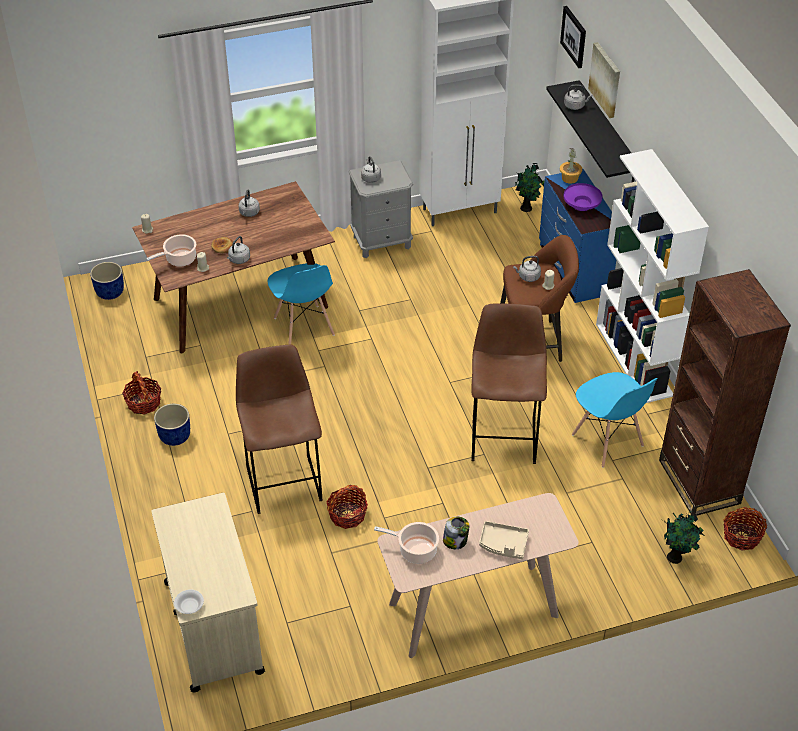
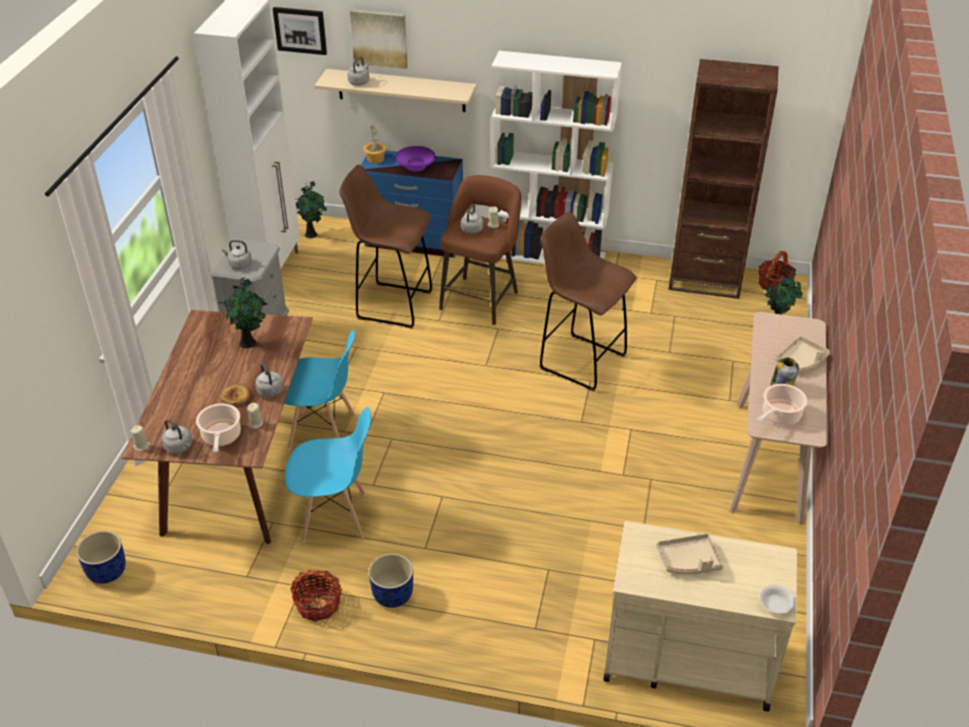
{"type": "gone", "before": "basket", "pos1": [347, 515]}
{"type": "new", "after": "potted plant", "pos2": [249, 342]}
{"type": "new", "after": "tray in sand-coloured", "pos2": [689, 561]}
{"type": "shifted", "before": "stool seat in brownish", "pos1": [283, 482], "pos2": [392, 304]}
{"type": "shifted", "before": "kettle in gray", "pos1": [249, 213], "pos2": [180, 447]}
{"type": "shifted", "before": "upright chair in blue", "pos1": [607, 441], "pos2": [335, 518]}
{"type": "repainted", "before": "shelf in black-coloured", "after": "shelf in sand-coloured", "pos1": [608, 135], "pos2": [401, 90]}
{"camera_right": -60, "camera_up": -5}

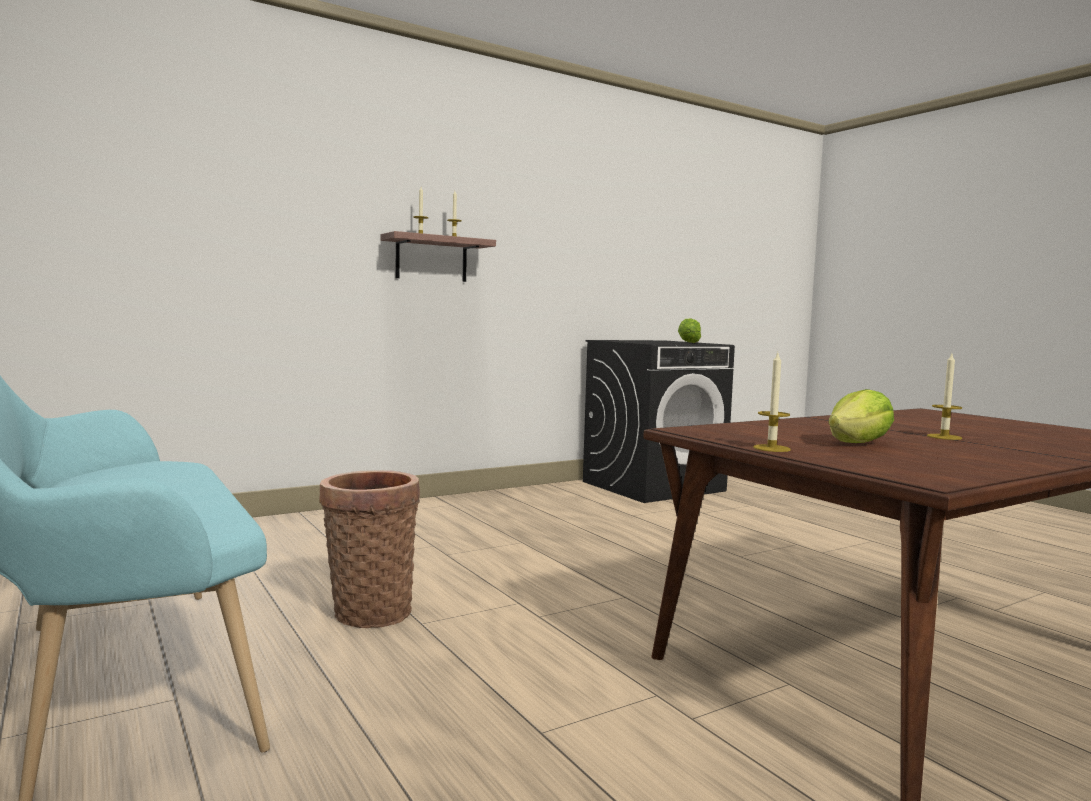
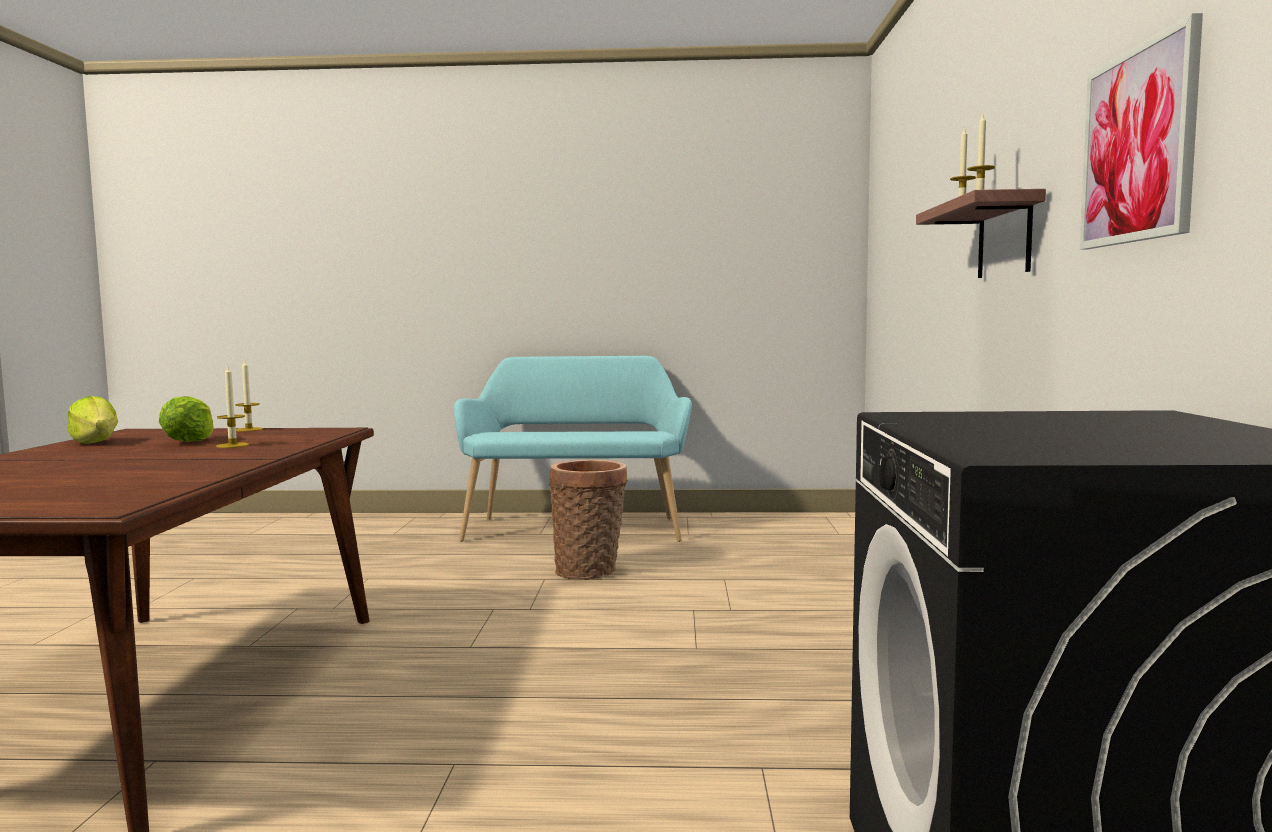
{"type": "new", "after": "picture", "pos2": [1138, 145]}
{"type": "shifted", "before": "lettuce", "pos1": [689, 342], "pos2": [96, 442]}
{"type": "shifted", "before": "candle", "pos1": [944, 437], "pos2": [232, 445]}
{"camera_right": 125, "camera_up": 0}

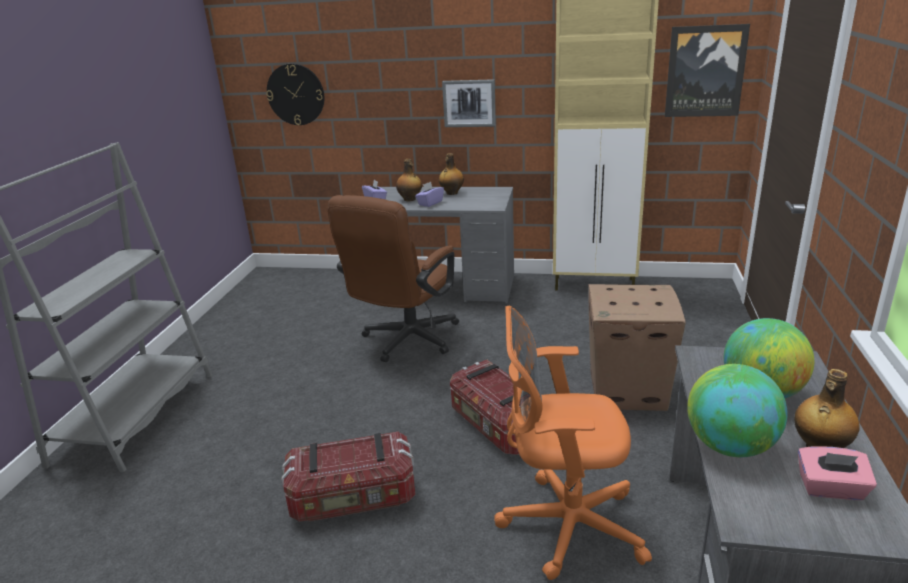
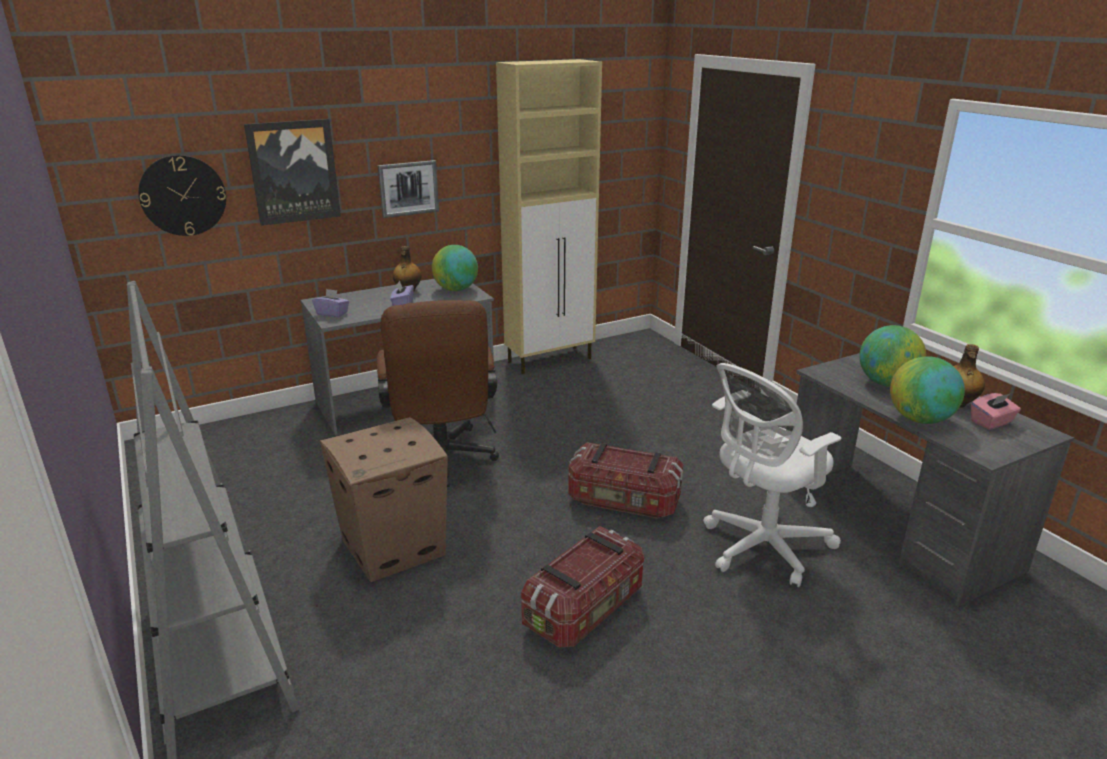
{"type": "gone", "before": "drink bottle", "pos1": [410, 199]}
{"type": "new", "after": "desk globe", "pos2": [456, 290]}
{"type": "shifted", "before": "cardboard box", "pos1": [628, 390], "pos2": [395, 547]}
{"type": "shifted", "before": "picture", "pos1": [705, 71], "pos2": [294, 171]}
{"type": "repainted", "before": "computer chair in orange", "after": "computer chair in white", "pos1": [564, 525], "pos2": [761, 548]}
{"camera_right": -40, "camera_up": 0}

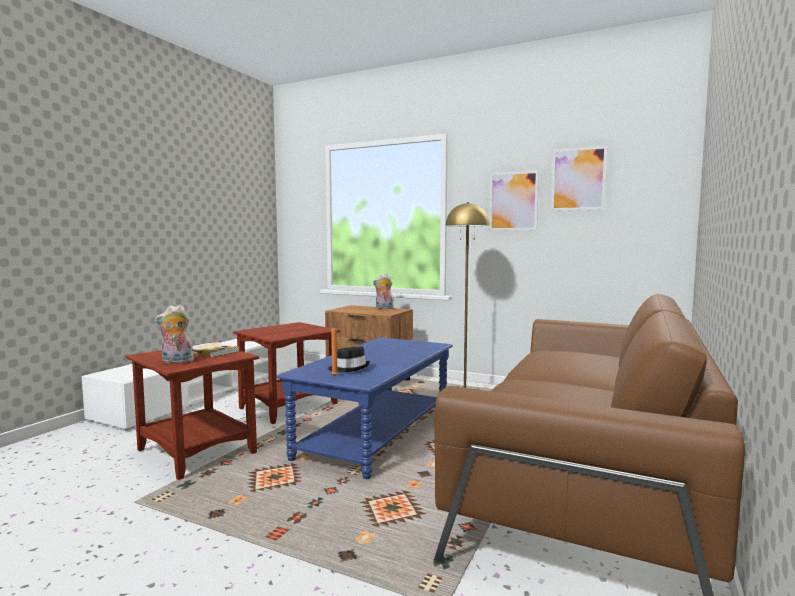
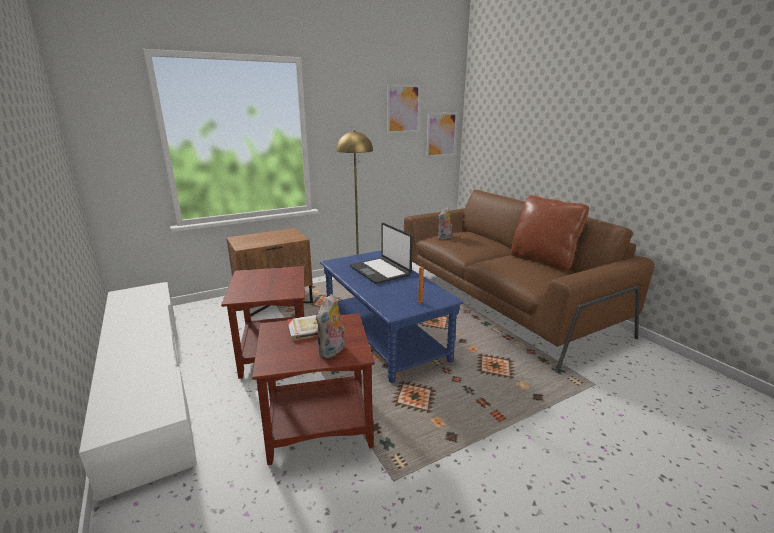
{"type": "gone", "before": "clothing hat in black-coloured", "pos1": [349, 368]}
{"type": "new", "after": "laptop", "pos2": [380, 271]}
{"type": "new", "after": "cushion in brownish", "pos2": [542, 260]}
{"type": "shifted", "before": "soft toy", "pos1": [383, 308], "pos2": [444, 238]}
{"type": "shifted", "before": "picture", "pos1": [513, 201], "pos2": [441, 134]}
{"camera_right": -55, "camera_up": 15}

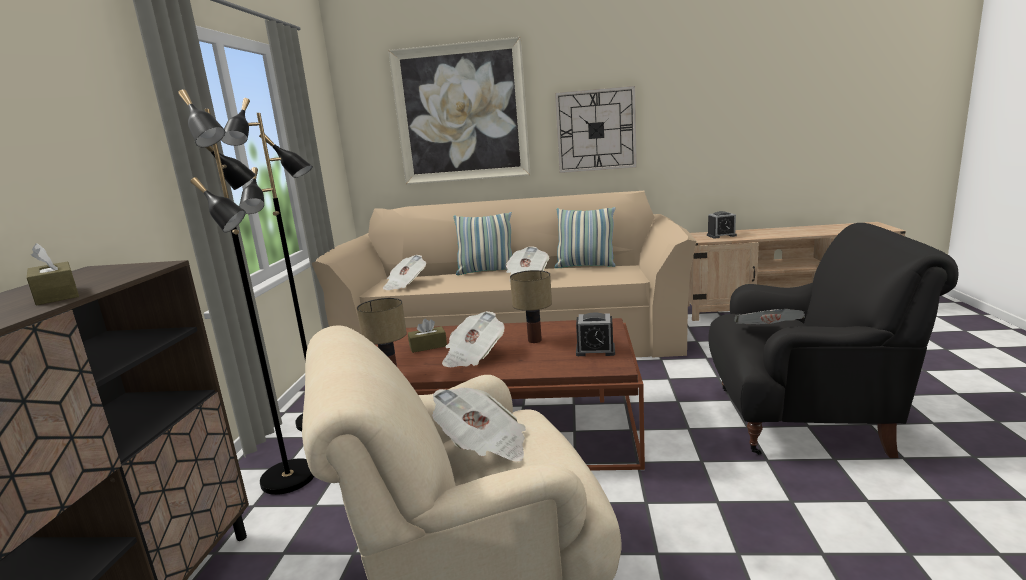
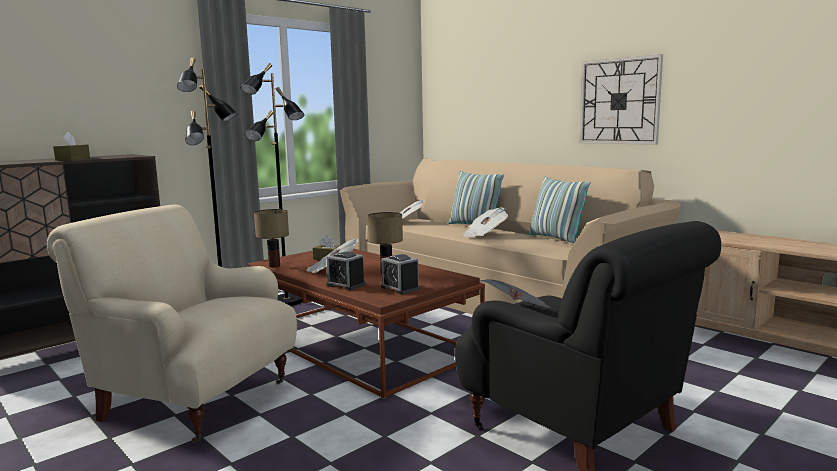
{"type": "gone", "before": "picture", "pos1": [461, 113]}
{"type": "gone", "before": "daily paper", "pos1": [484, 446]}
{"type": "shifted", "before": "table clock", "pos1": [721, 235], "pos2": [346, 285]}
{"camera_right": 40, "camera_up": -5}

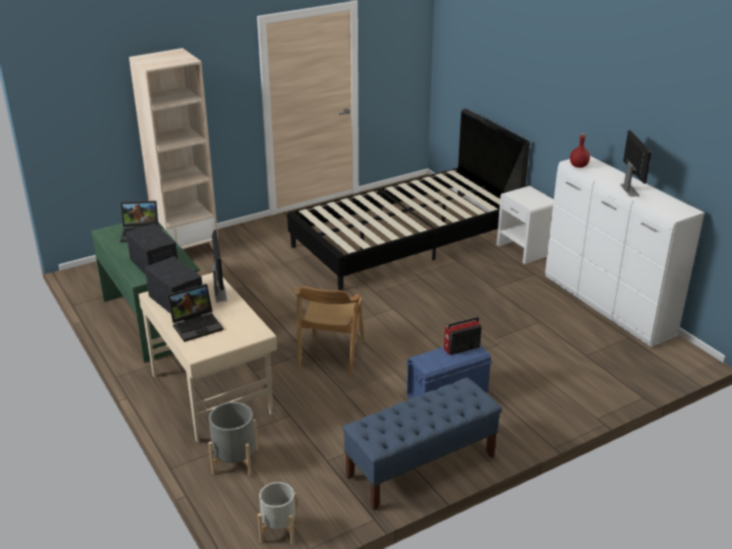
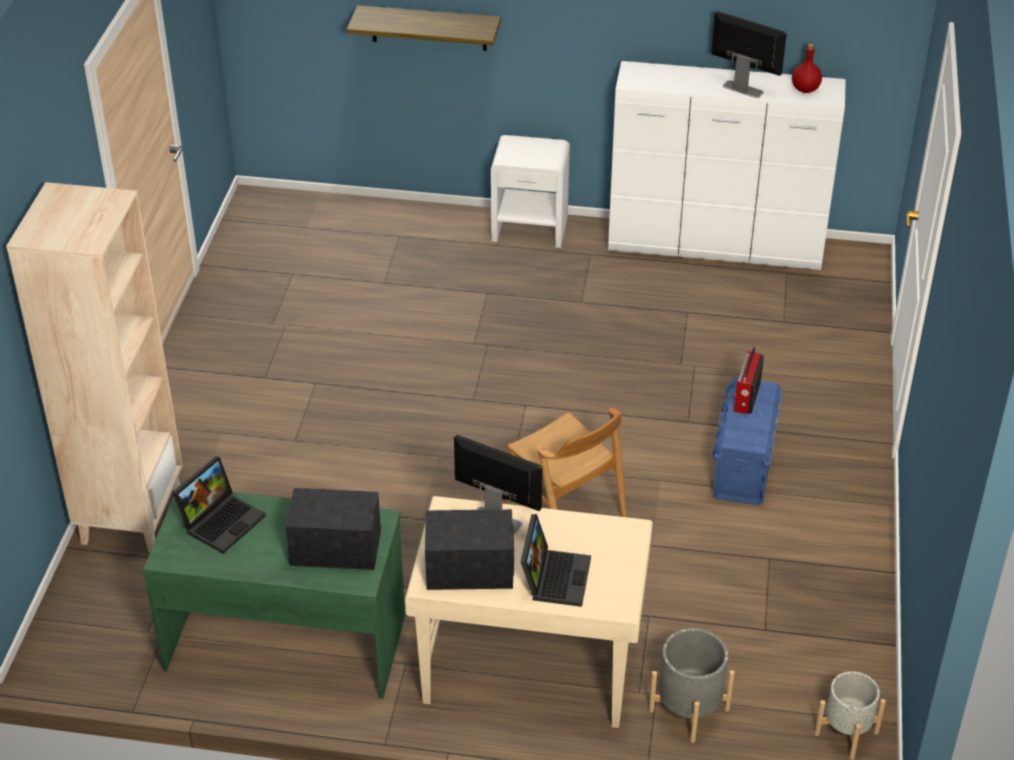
{"type": "gone", "before": "bedroom bed in black-coloured", "pos1": [406, 240]}
{"type": "gone", "before": "long seat in blue", "pos1": [420, 466]}
{"type": "new", "after": "shelf", "pos2": [429, 28]}
{"type": "shifted", "before": "drink bottle in red-coloured", "pos1": [578, 166], "pos2": [804, 89]}
{"camera_right": -50, "camera_up": 10}

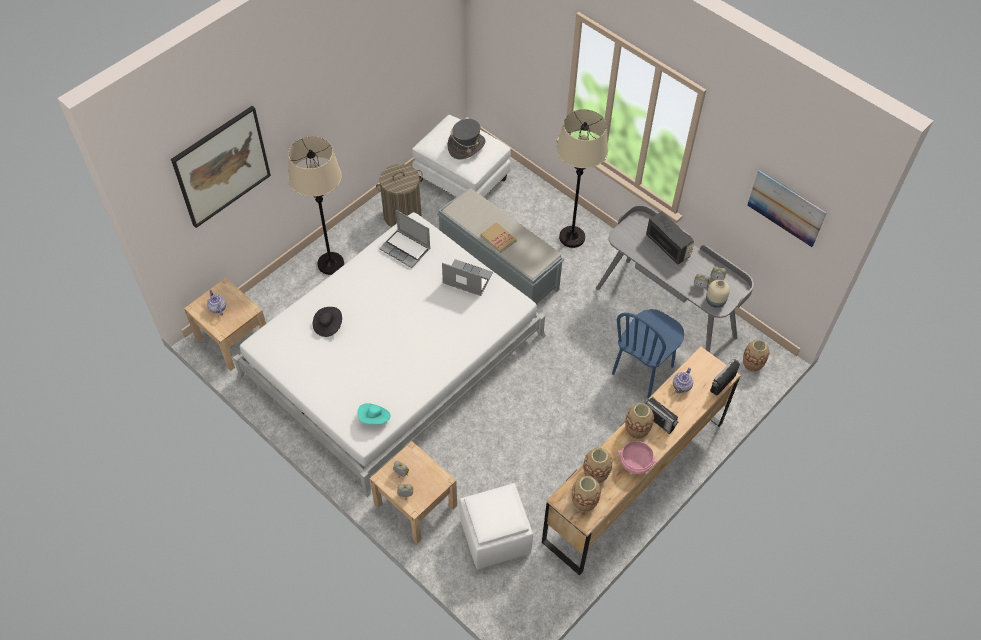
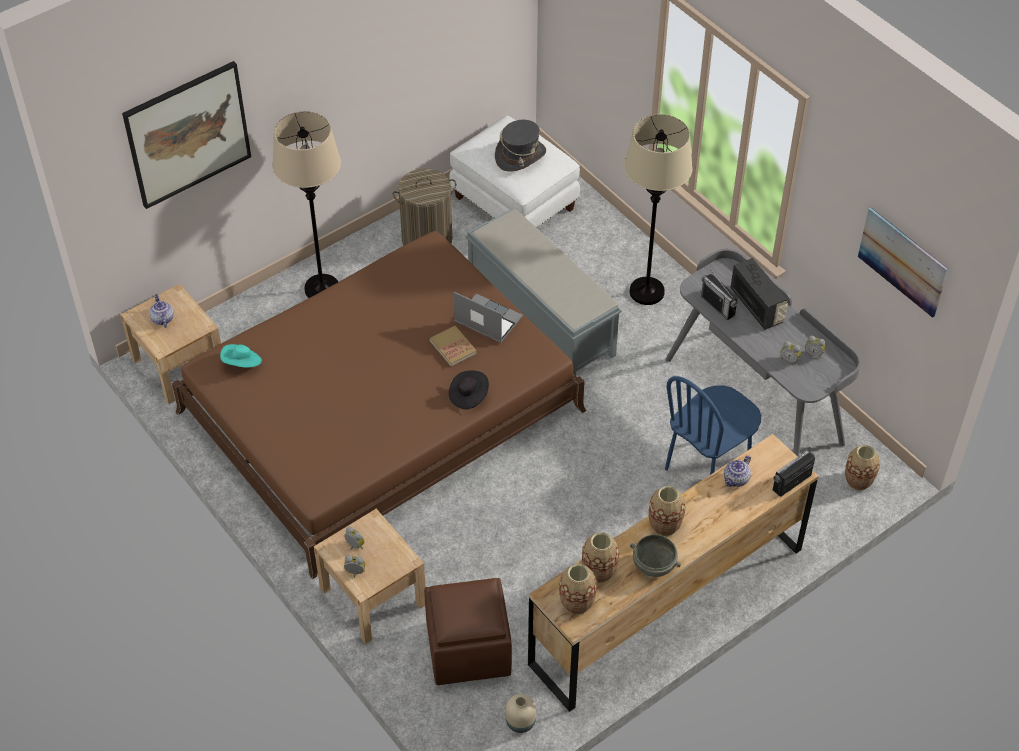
{"type": "gone", "before": "laptop", "pos1": [406, 249]}
{"type": "shifted", "before": "clothing hat in black-coloured", "pos1": [328, 325], "pos2": [468, 395]}
{"type": "shifted", "before": "clothing hat in turquoise-coloured", "pos1": [374, 418], "pos2": [242, 363]}
{"type": "shifted", "before": "book", "pos1": [498, 238], "pos2": [453, 347]}
{"type": "shifted", "before": "radio", "pos1": [659, 421], "pos2": [718, 306]}
{"type": "shifted", "before": "decorative vase in sand-coloured", "pos1": [715, 301], "pos2": [520, 722]}
{"type": "repainted", "before": "bedroom bed in white", "after": "bedroom bed in brownish", "pos1": [394, 355], "pos2": [381, 411]}
{"type": "repainted", "before": "ottoman in white", "after": "ottoman in brownish", "pos1": [494, 537], "pos2": [468, 650]}
{"type": "repainted", "before": "deep dish in pink", "after": "deep dish in gray", "pos1": [635, 464], "pos2": [653, 566]}
{"camera_right": 10, "camera_up": -5}

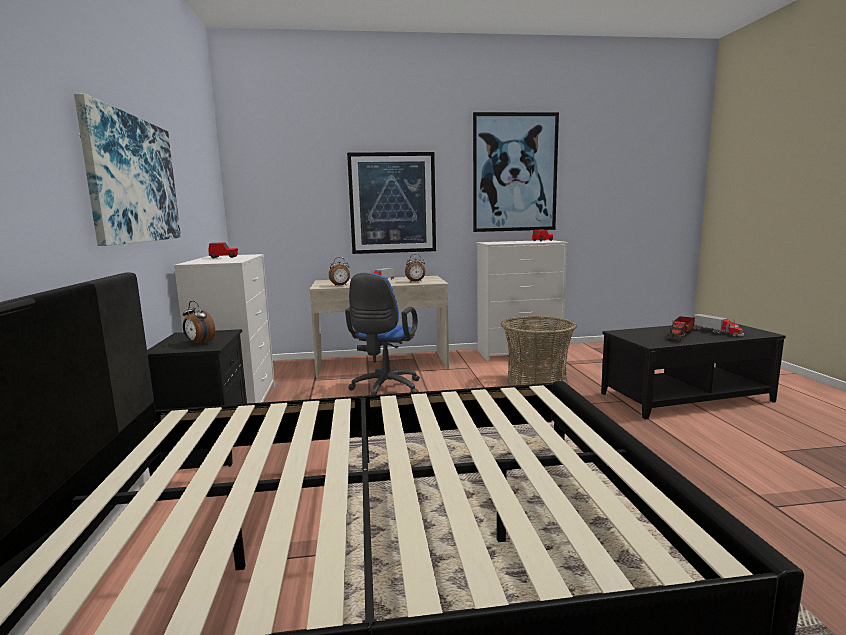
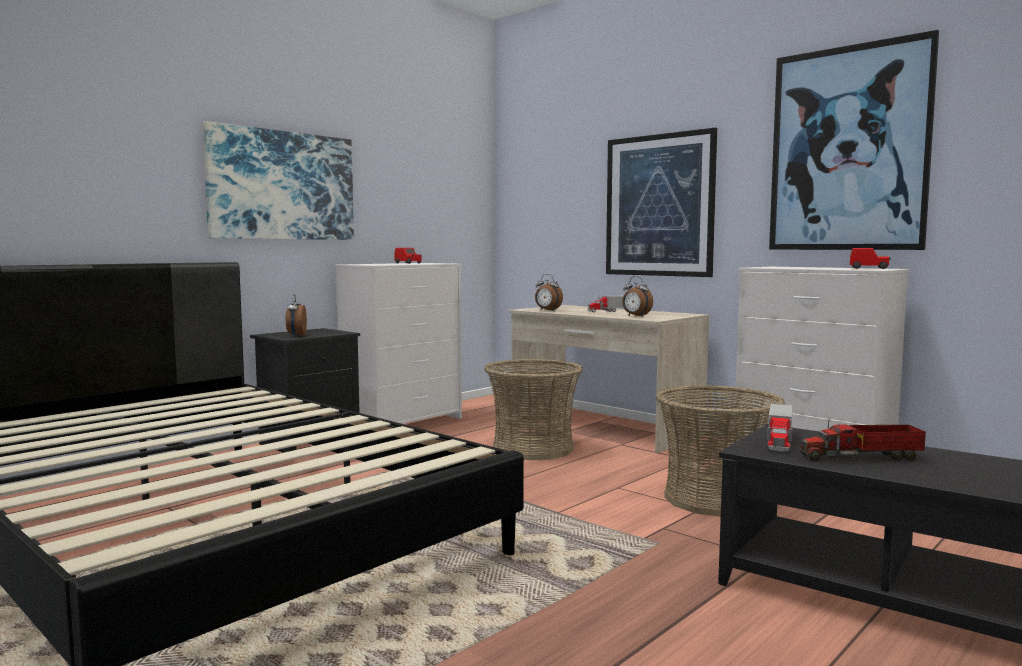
{"type": "shifted", "before": "model truck", "pos1": [717, 332], "pos2": [779, 440]}
{"type": "swapped", "before": "computer chair in blue", "after": "basket", "pos1": [384, 390], "pos2": [532, 448]}
{"camera_right": 50, "camera_up": -5}

